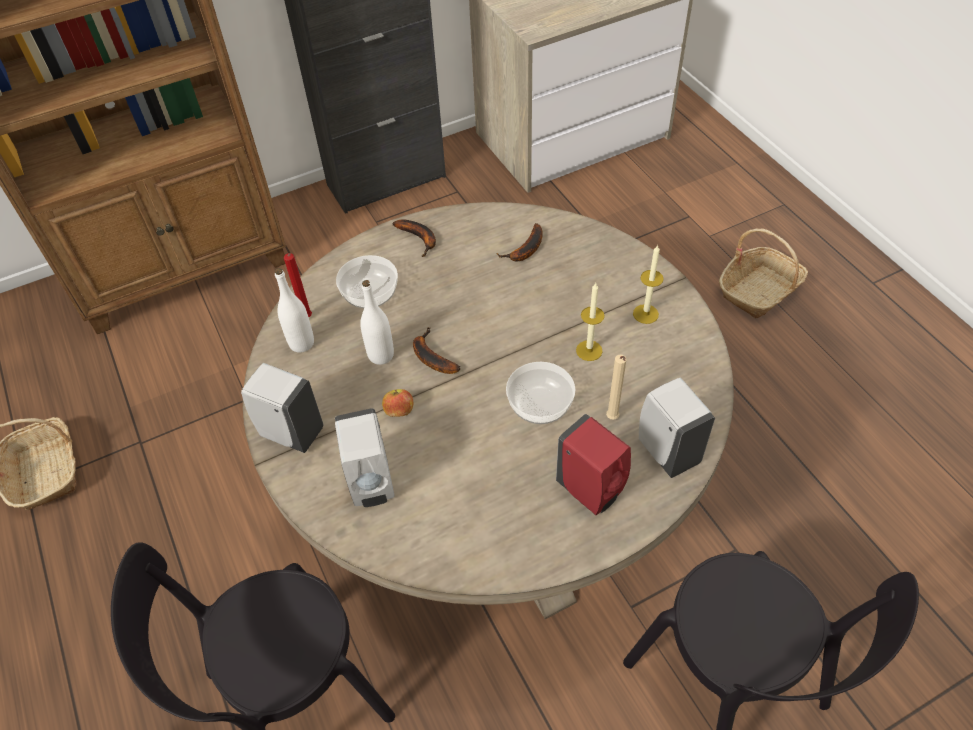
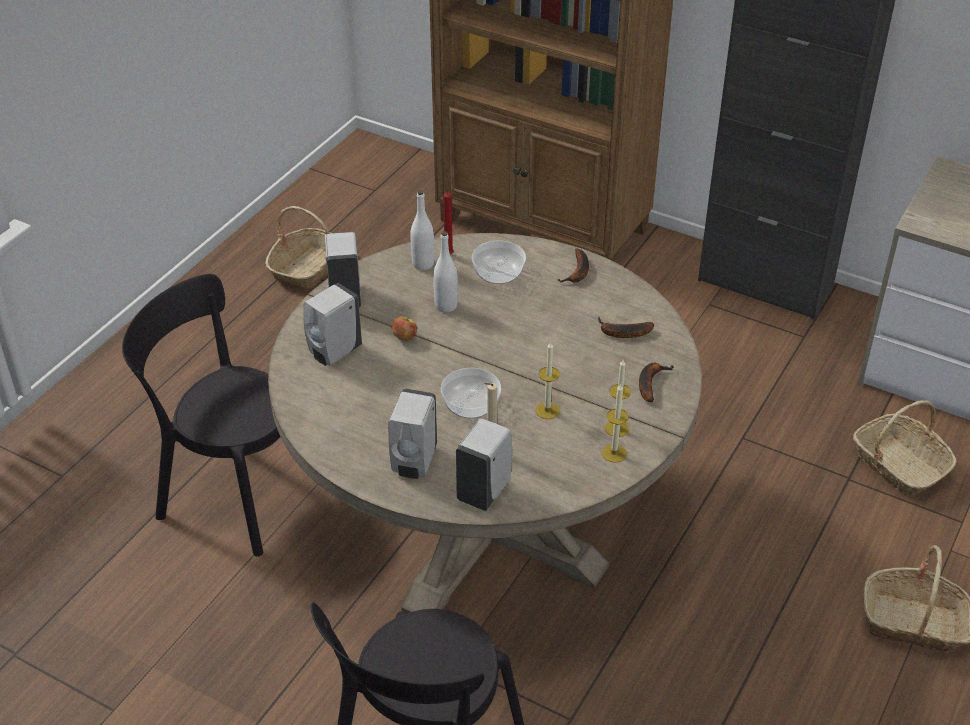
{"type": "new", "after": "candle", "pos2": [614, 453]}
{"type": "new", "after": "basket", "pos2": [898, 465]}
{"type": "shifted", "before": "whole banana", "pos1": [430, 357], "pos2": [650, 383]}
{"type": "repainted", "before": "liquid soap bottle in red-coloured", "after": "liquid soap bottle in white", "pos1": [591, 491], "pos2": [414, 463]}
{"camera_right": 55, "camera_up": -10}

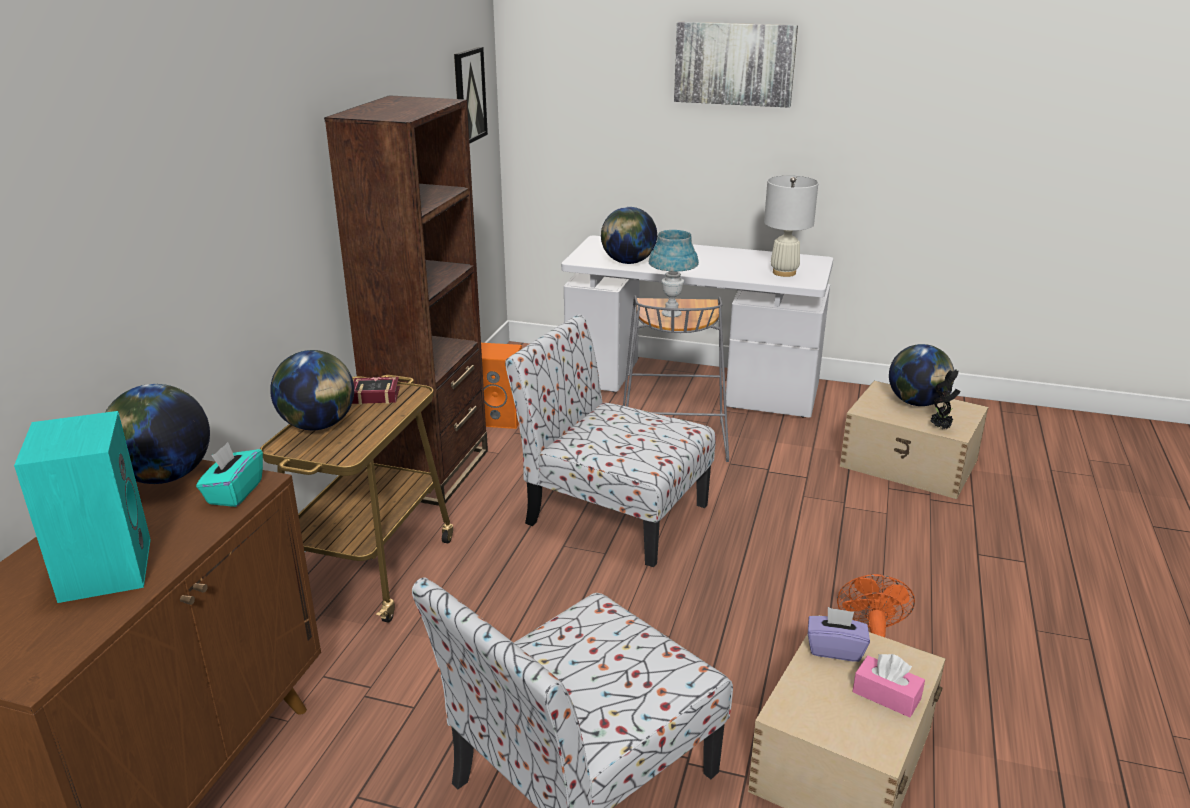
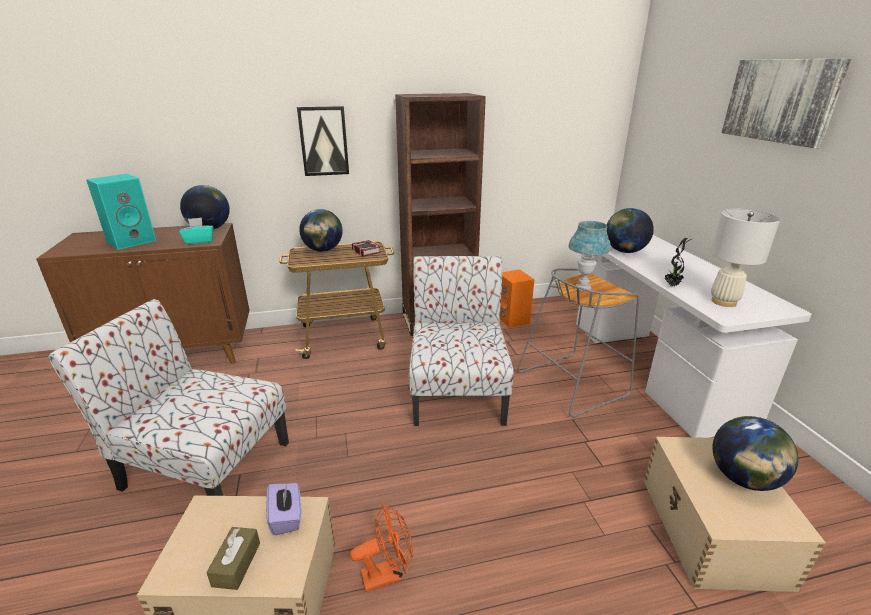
{"type": "shifted", "before": "picture", "pos1": [469, 96], "pos2": [323, 141]}
{"type": "shifted", "before": "potted plant", "pos1": [941, 428], "pos2": [672, 286]}
{"type": "repainted", "before": "tissue holder in pink", "after": "tissue holder in brownish", "pos1": [886, 695], "pos2": [236, 564]}
{"camera_right": 60, "camera_up": 0}

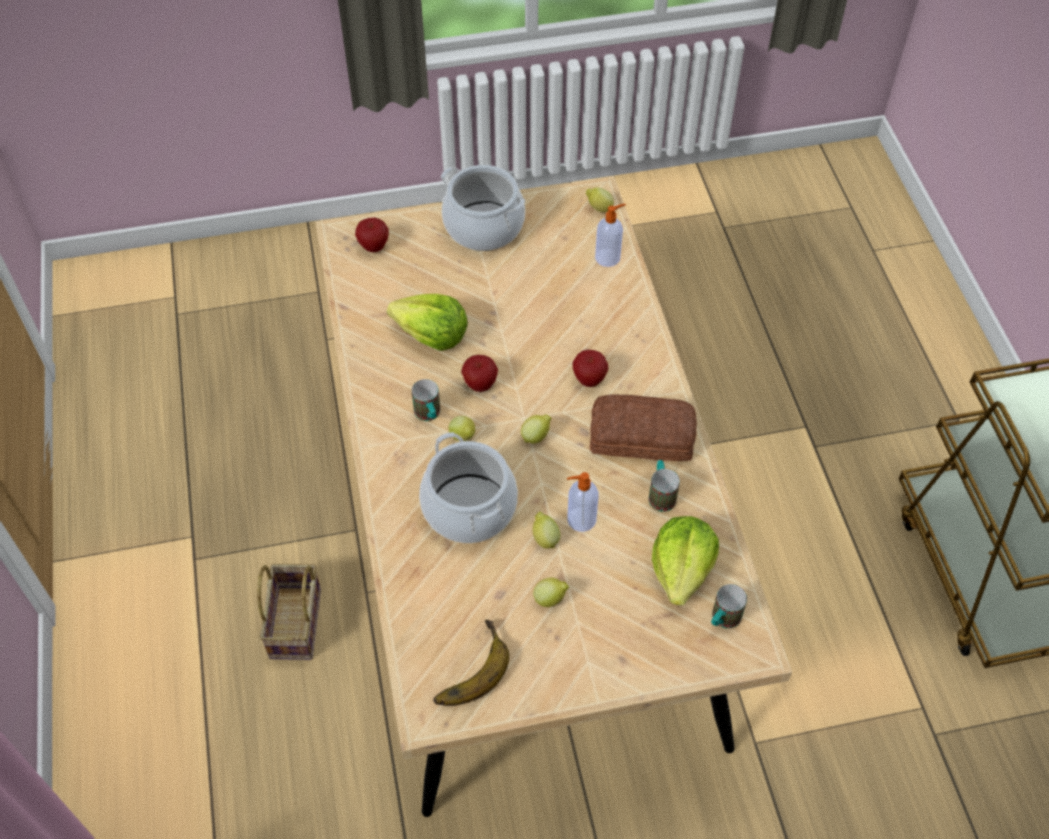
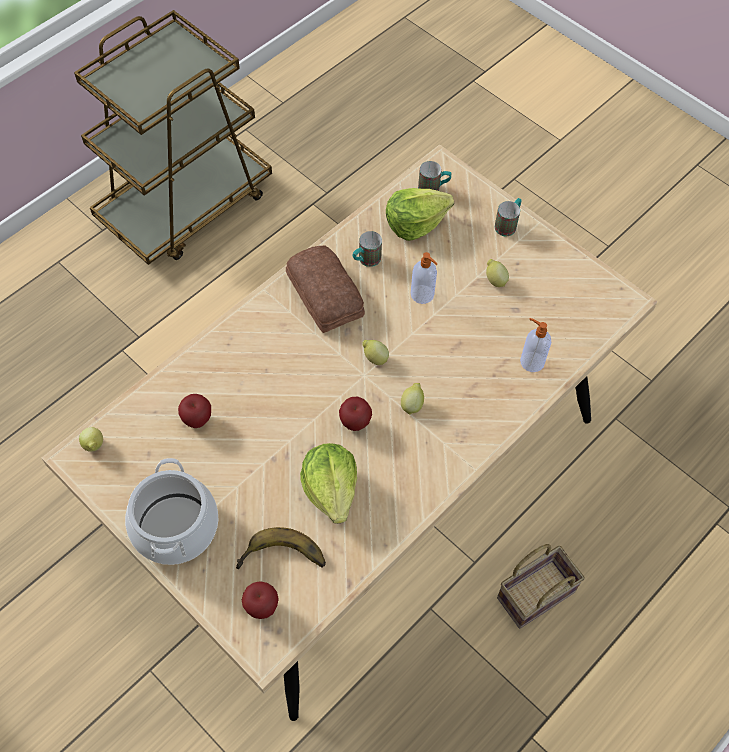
{"type": "gone", "before": "stockpot", "pos1": [469, 508]}
{"type": "gone", "before": "whole lemon", "pos1": [545, 538]}
{"type": "shifted", "before": "tea mug", "pos1": [429, 415], "pos2": [508, 224]}
{"type": "shifted", "before": "whole banana", "pos1": [467, 668], "pos2": [282, 561]}
{"type": "shifted", "before": "whole apple", "pos1": [589, 380], "pos2": [197, 420]}
{"type": "shifted", "before": "liquid soap bottle", "pos1": [608, 257], "pos2": [531, 361]}
{"camera_right": -125, "camera_up": 5}

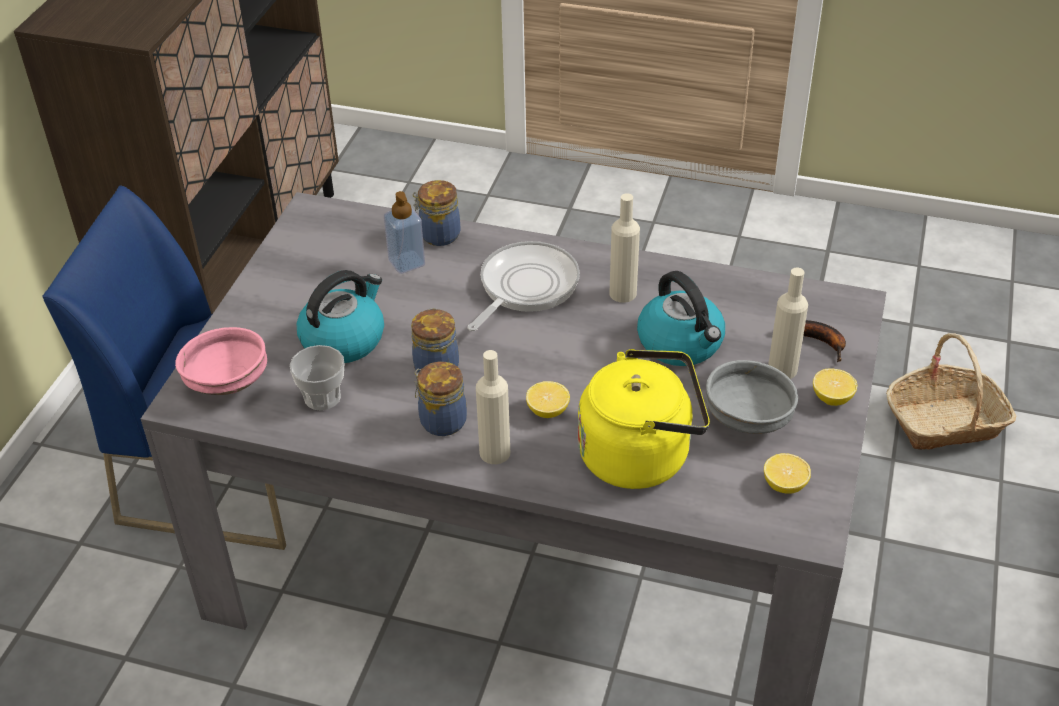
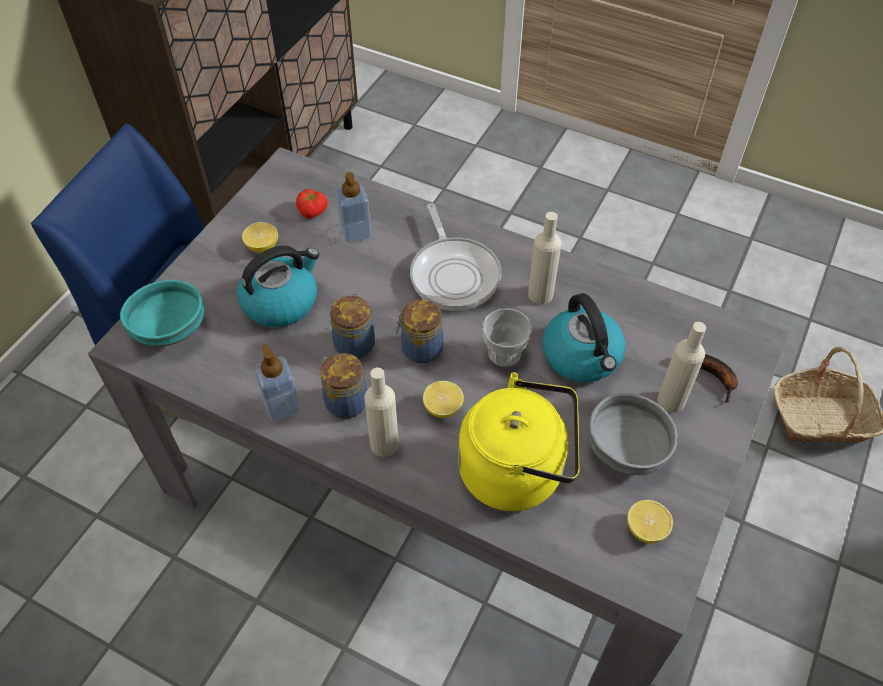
{"type": "new", "after": "liquid soap bottle", "pos2": [282, 406]}
{"type": "new", "after": "fresh tomato", "pos2": [313, 211]}
{"type": "shifted", "before": "small cup", "pos1": [322, 397], "pos2": [504, 353]}
{"type": "shifted", "before": "storage jar", "pos1": [438, 235], "pos2": [420, 348]}
{"type": "shifted", "before": "whole lemon", "pos1": [832, 398], "pos2": [262, 246]}
{"type": "repainted", "before": "deep dish in pink", "after": "deep dish in turquoise-coloured", "pos1": [227, 382], "pos2": [170, 329]}
{"type": "rotated", "before": "frying pan", "pos1": [525, 287], "pos2": [453, 273], "turn": 120}
{"camera_right": 10, "camera_up": 10}

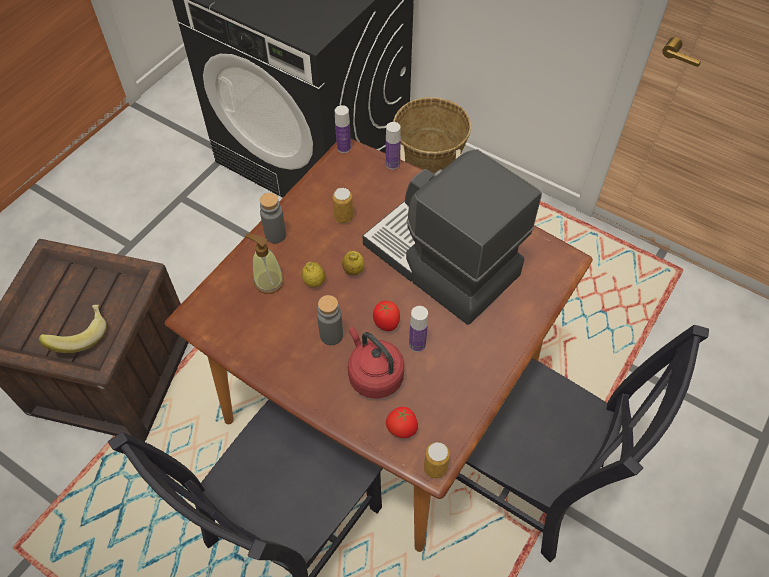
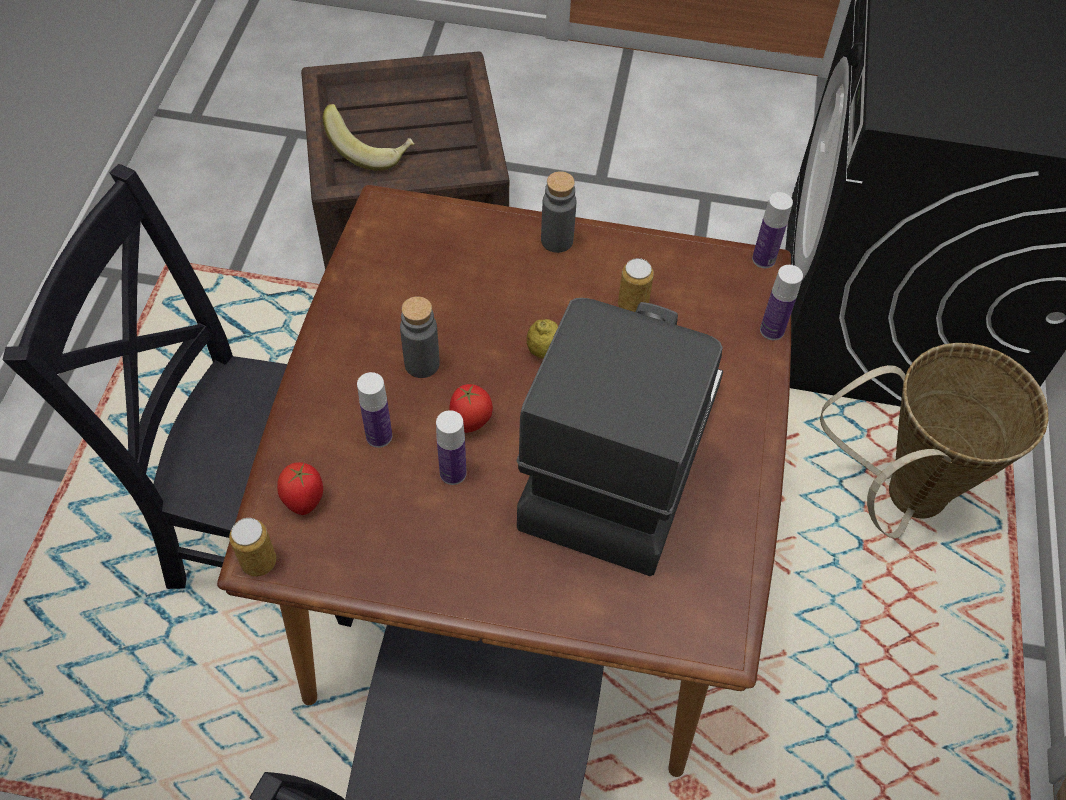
{"type": "gone", "before": "liquid soap bottle", "pos1": [268, 281]}
{"type": "gone", "before": "whole lemon", "pos1": [314, 282]}
{"type": "swapped", "before": "kettle in red-coloured", "after": "drink bottle", "pos1": [374, 375], "pos2": [379, 436]}
{"camera_right": 65, "camera_up": 0}

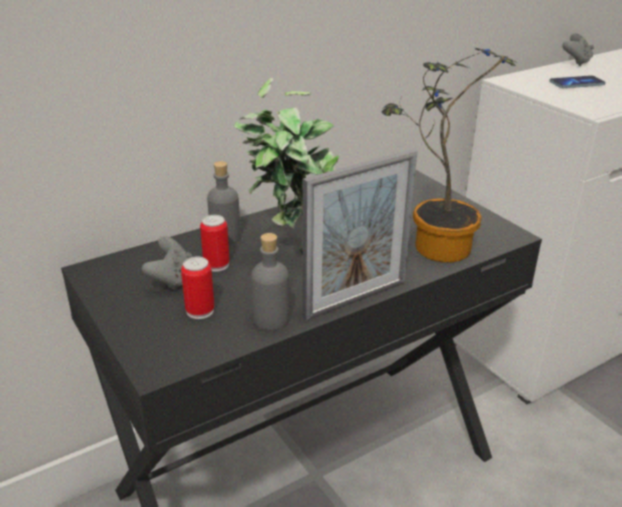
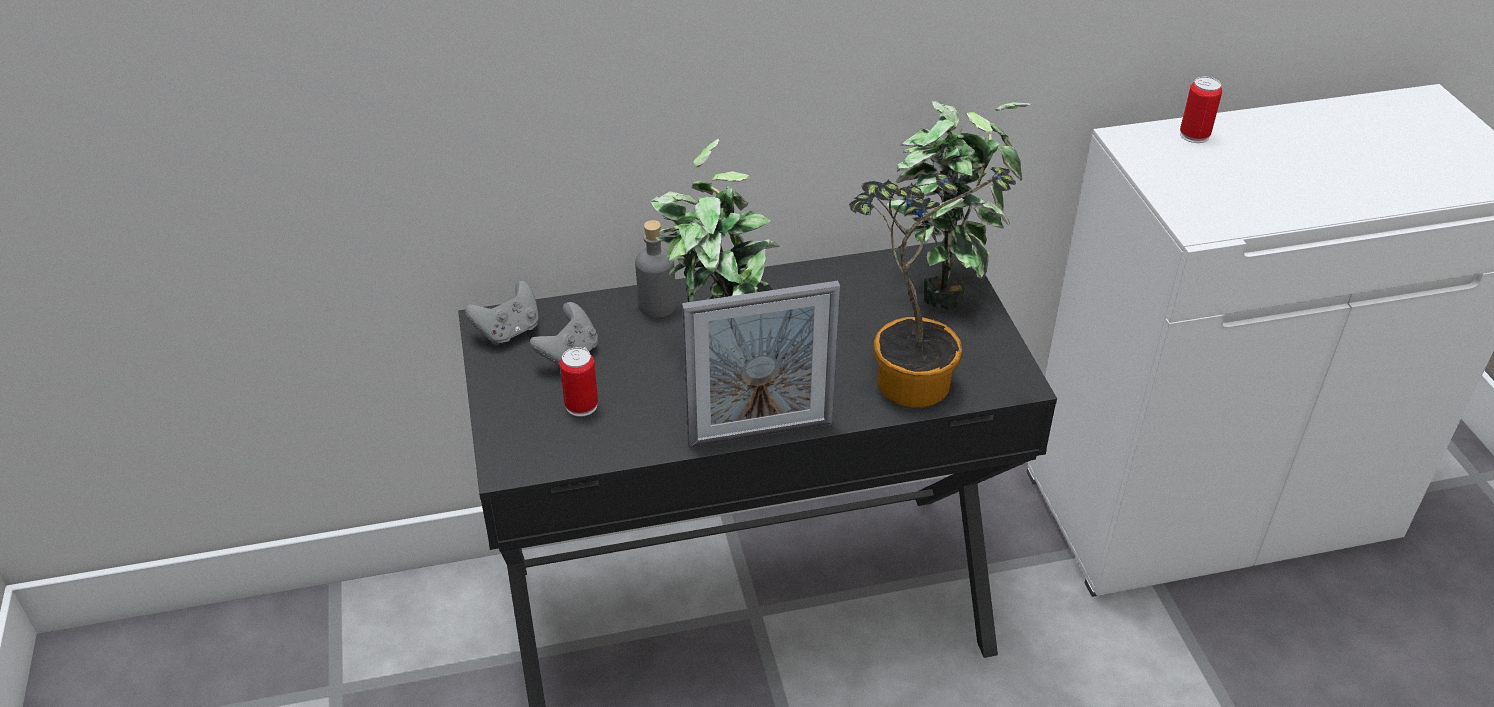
{"type": "gone", "before": "drink bottle in gray", "pos1": [271, 319]}
{"type": "gone", "before": "handset", "pos1": [576, 84]}
{"type": "new", "after": "potted plant", "pos2": [942, 287]}
{"type": "shifted", "before": "sealed can", "pos1": [216, 265], "pos2": [1194, 135]}
{"type": "shifted", "before": "gamepad in gray", "pos1": [576, 62], "pos2": [508, 331]}
{"camera_right": 20, "camera_up": 10}

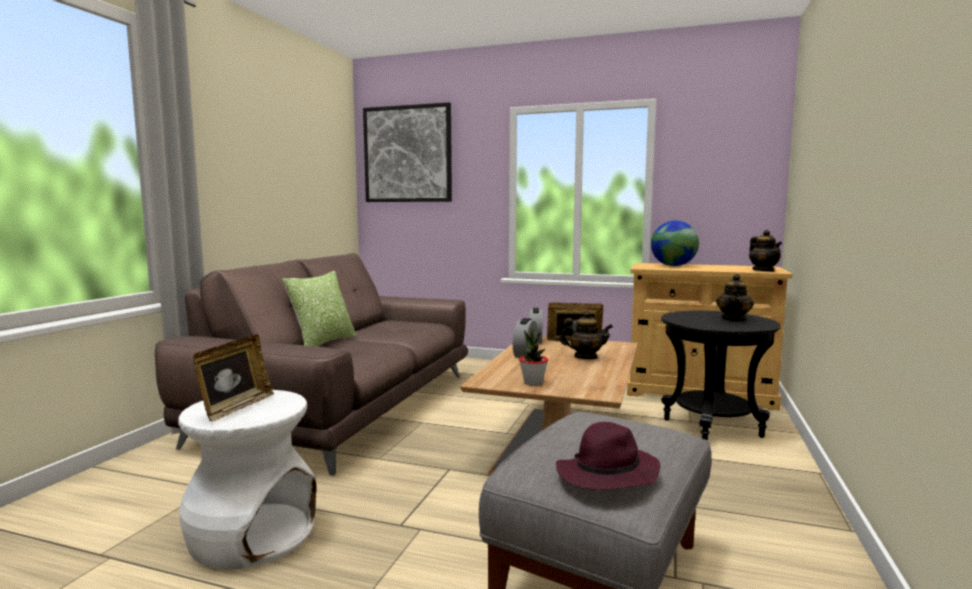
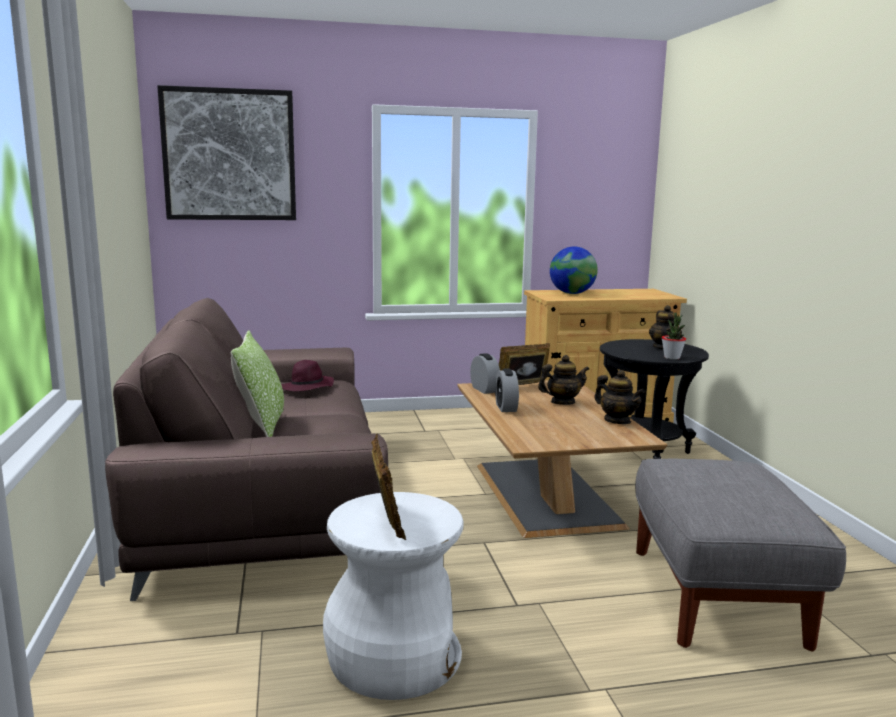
{"type": "shifted", "before": "potted plant", "pos1": [533, 383], "pos2": [672, 358]}
{"type": "shifted", "before": "clothing hat in purplish", "pos1": [607, 475], "pos2": [307, 388]}
{"type": "shifted", "before": "pot for tea", "pos1": [763, 271], "pos2": [617, 421]}
{"camera_right": -30, "camera_up": 5}

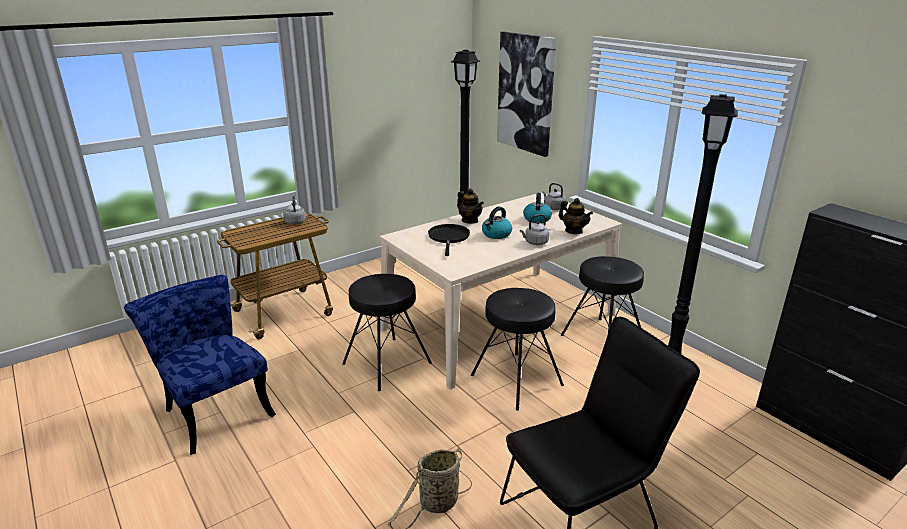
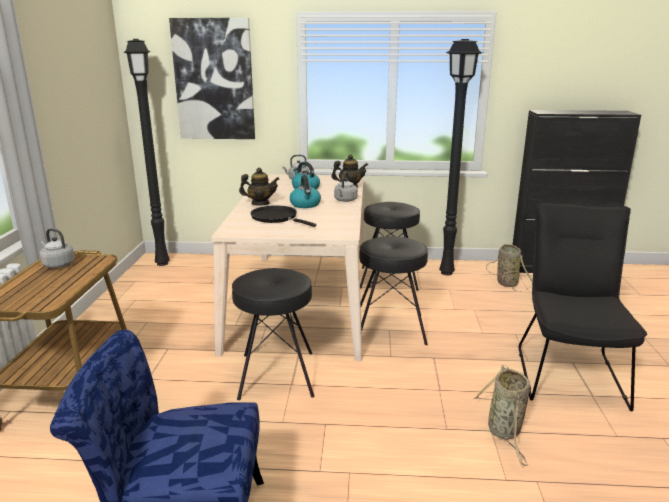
{"type": "new", "after": "basket", "pos2": [506, 282]}
{"camera_right": -50, "camera_up": -5}

